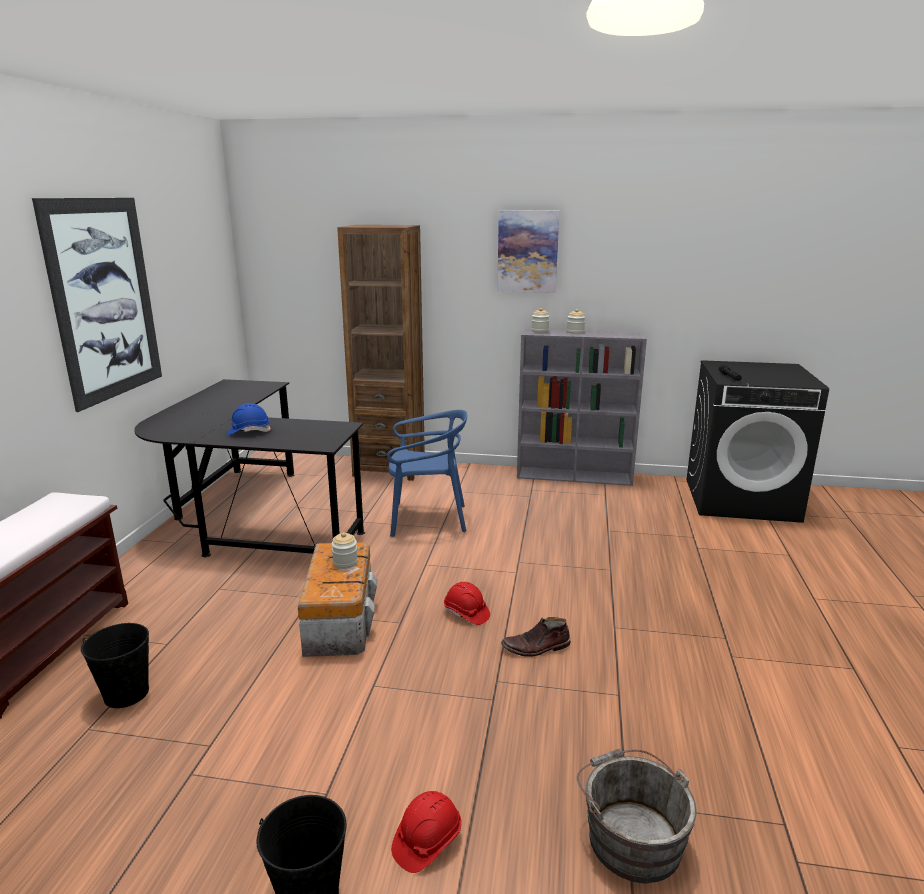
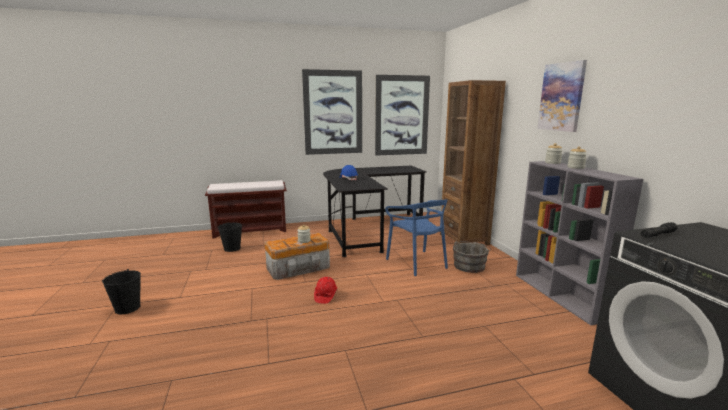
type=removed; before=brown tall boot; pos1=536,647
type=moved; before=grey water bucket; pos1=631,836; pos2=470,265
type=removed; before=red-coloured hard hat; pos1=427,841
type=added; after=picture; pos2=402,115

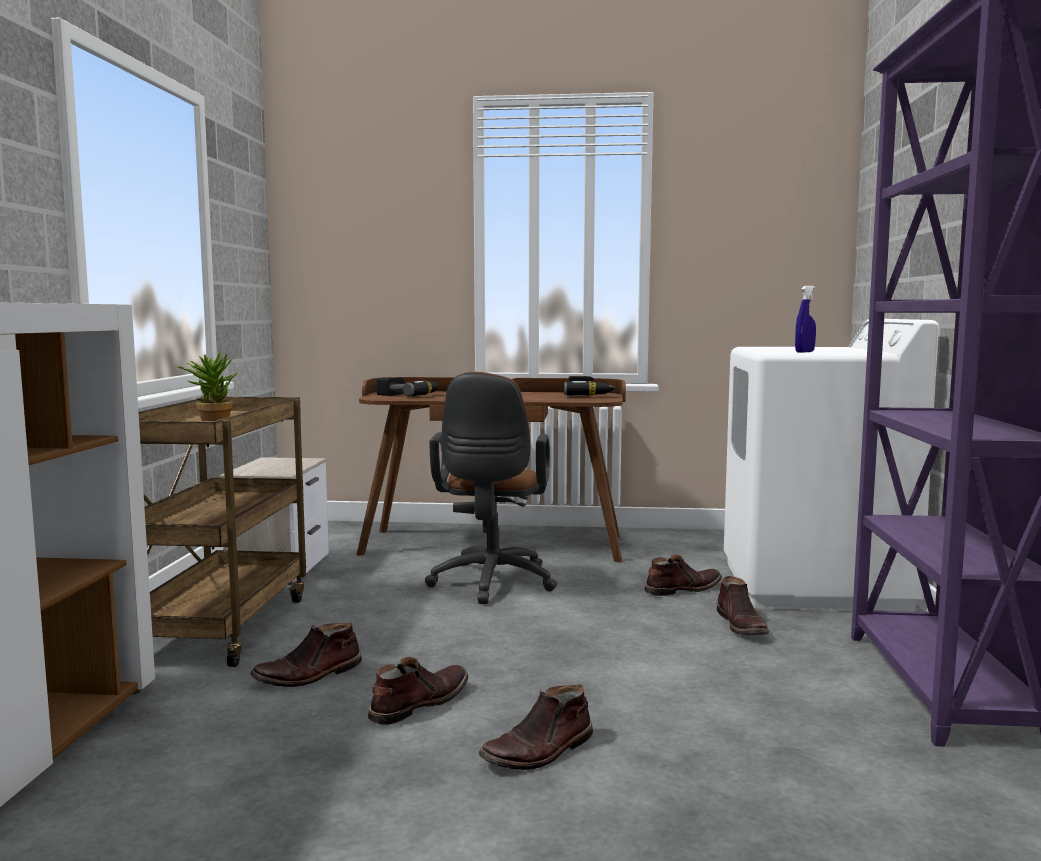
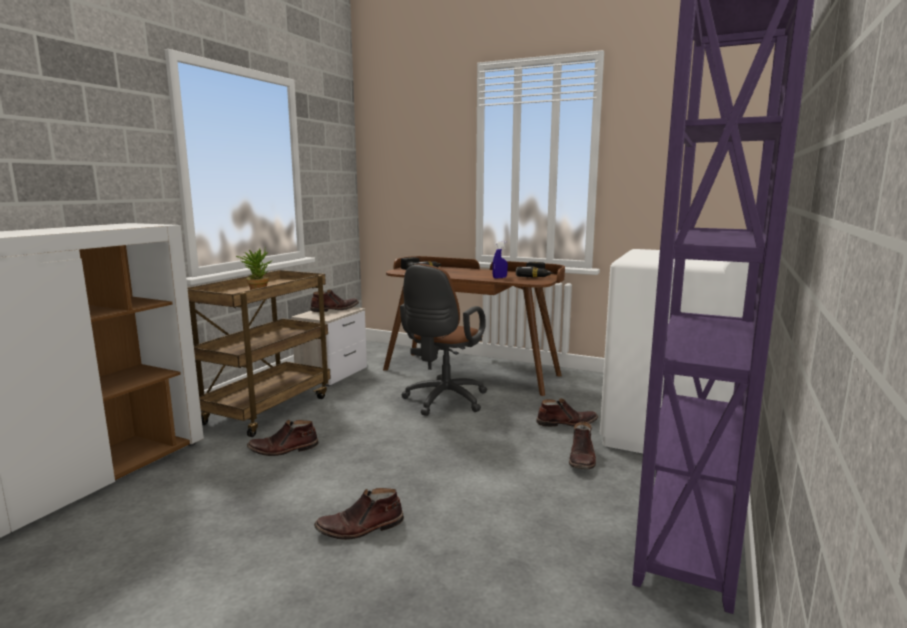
type=moved; before=blue-coloured spray bottle; pos1=804,352; pos2=499,278
type=moved; before=brown tall boot; pos1=418,703; pos2=334,309

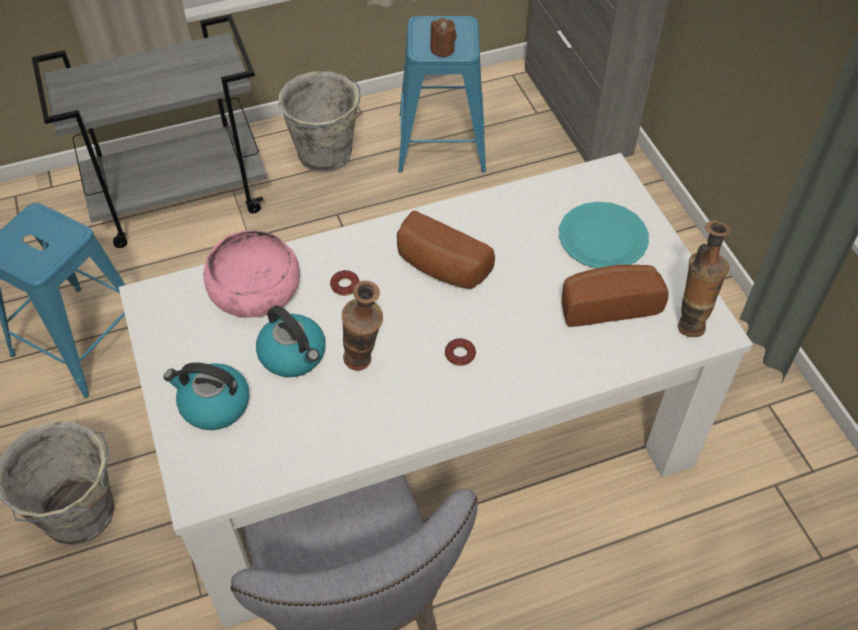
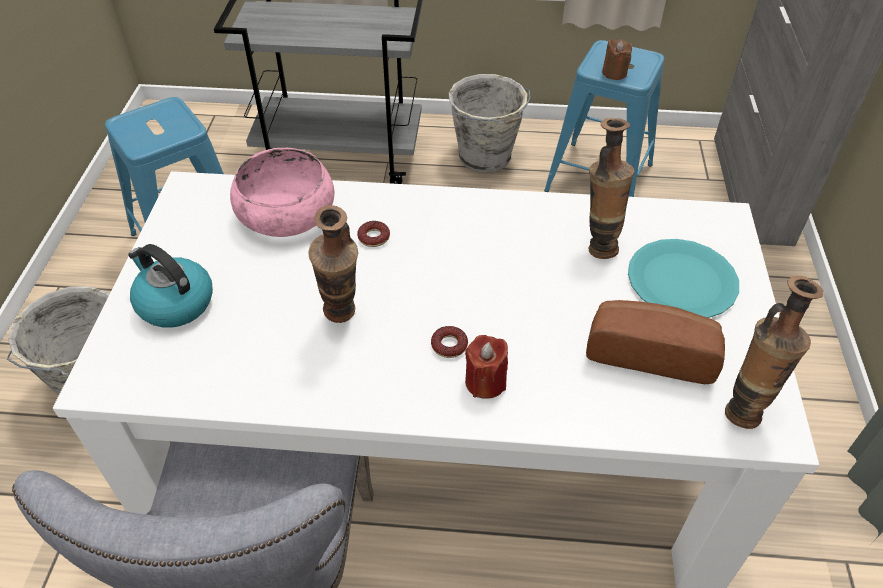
type=removed; before=baked bread; pos1=440,268
type=removed; before=water kettle; pos1=294,355
type=added; after=vase; pos2=598,244
type=added; after=red-coloured candle; pos2=485,382

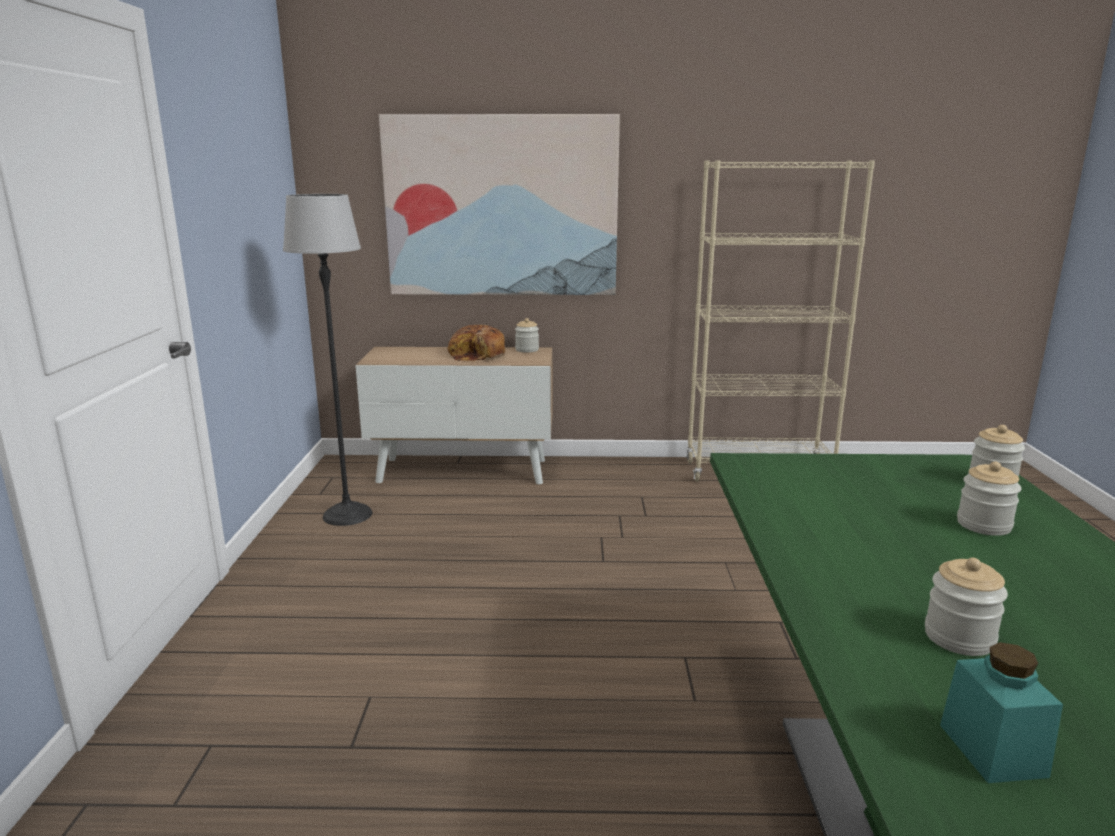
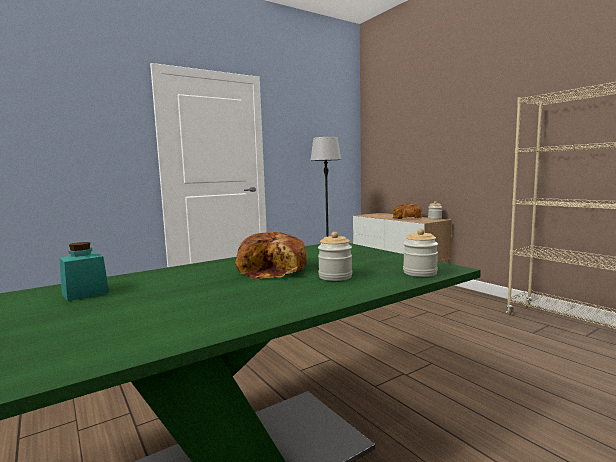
type=removed; before=picture; pos1=501,207
type=removed; before=jar; pos1=959,637
type=added; after=baked bread; pos2=274,270

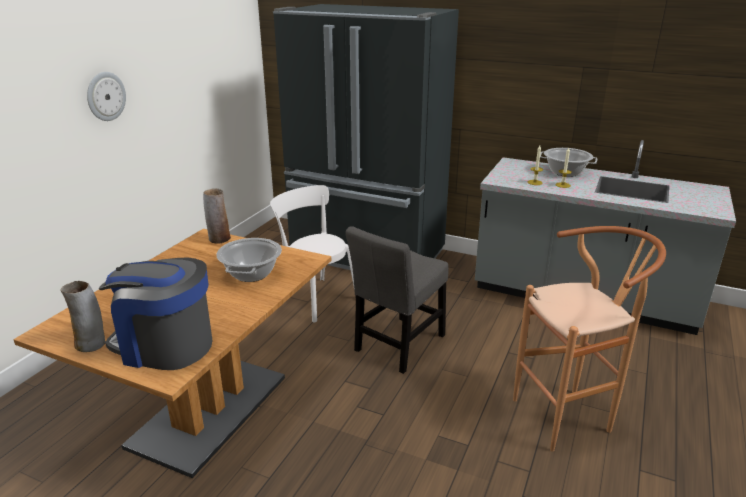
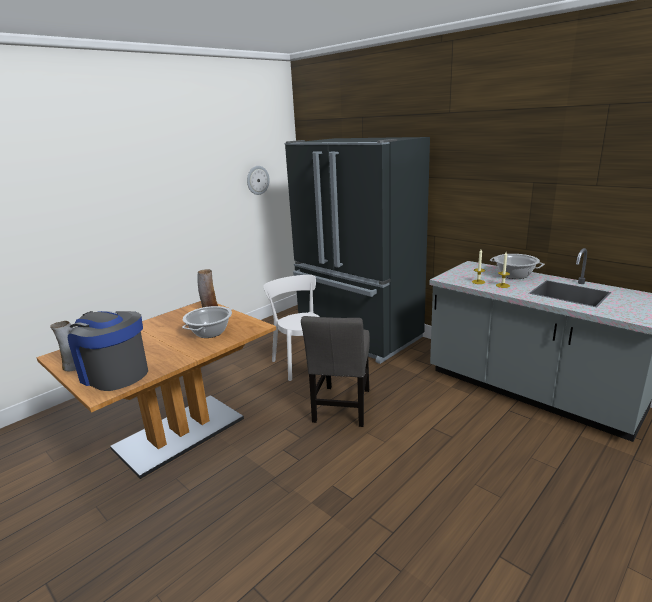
type=moved; before=hanging clock; pos1=105,96; pos2=257,180
type=turned; before=grey chair; pos1=398,345; pos2=342,408; turn=-45
type=removed; before=brown stool; pos1=570,415

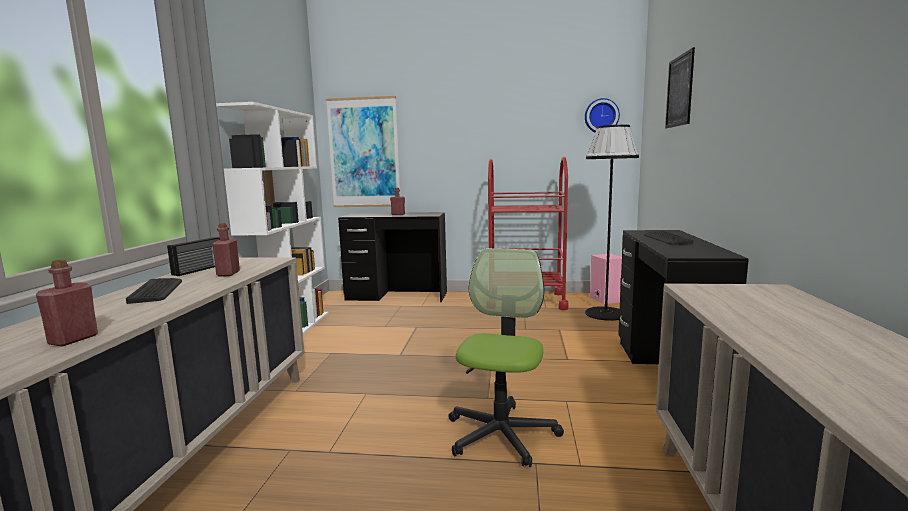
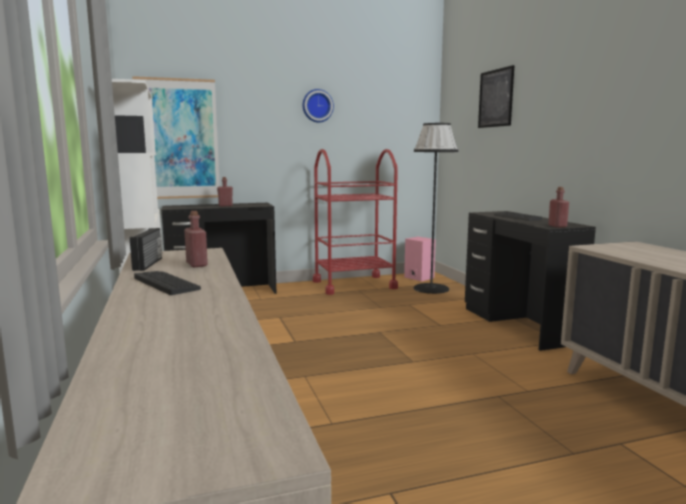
type=moved; before=hanging clock; pos1=601,116; pos2=317,106
type=removed; before=desk chair; pos1=501,434
type=moved; before=red-coloured beverage bottle; pos1=73,339; pos2=557,226

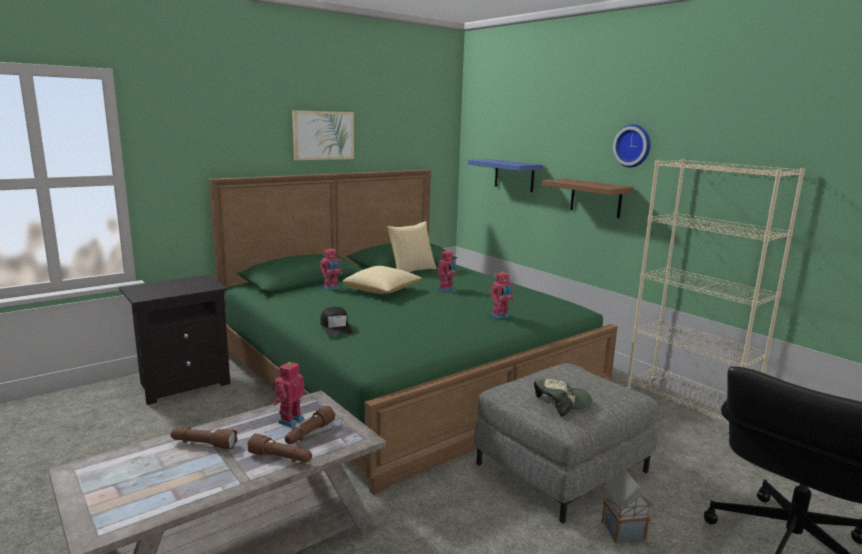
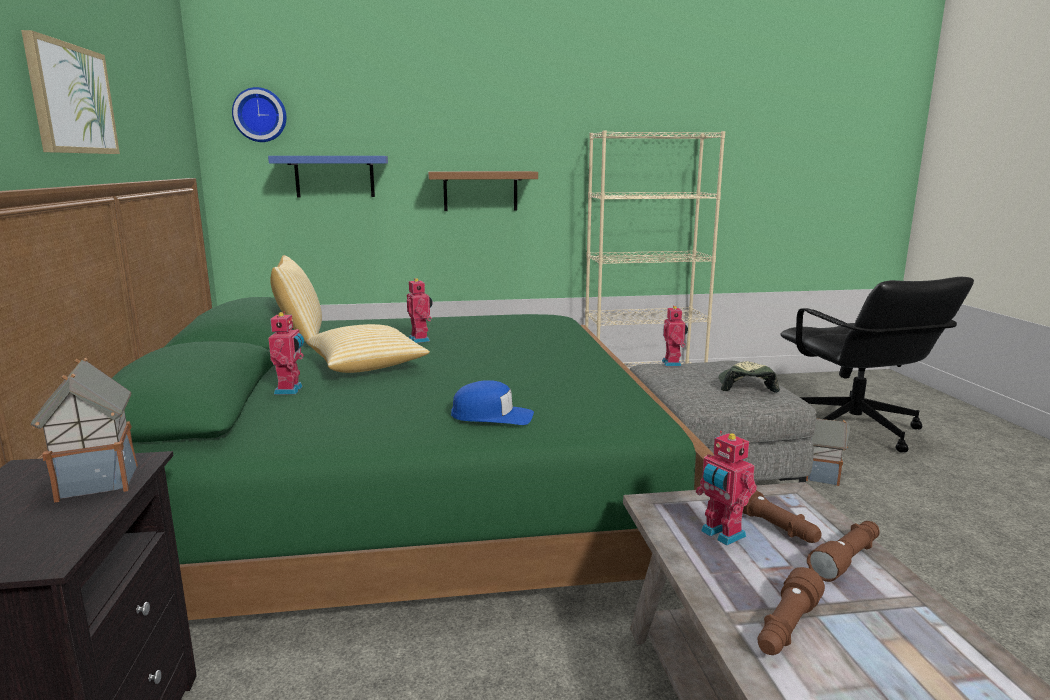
type=moved; before=hanging clock; pos1=633,146; pos2=260,115
type=moved; before=model robot; pos1=500,316; pos2=673,363
type=recoloured; before=black-coloured baseball cap; after=blue-coloured baseball cap; pos1=336,327; pos2=492,416
type=added; after=miniature house; pos2=97,482

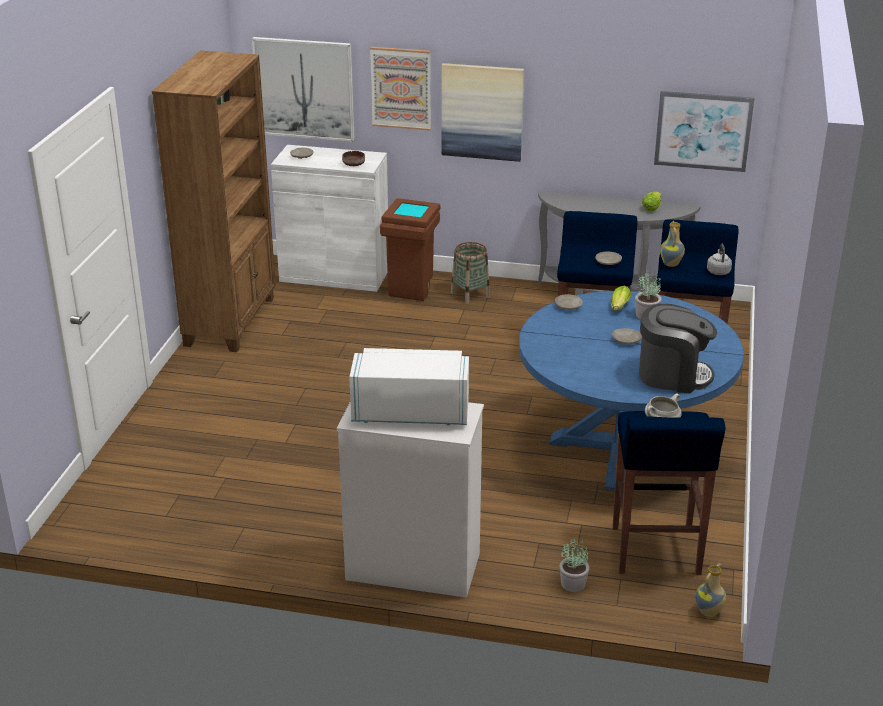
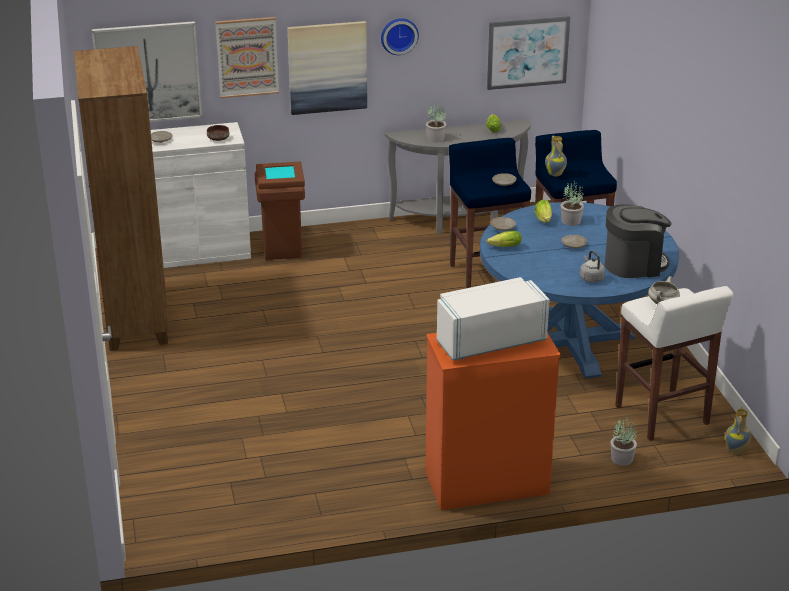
type=removed; before=storage basket; pos1=470,295
type=moved; before=grey water kettle; pos1=718,271; pos2=591,278
type=recoloured; before=white chest of drawers; after=orange chest of drawers; pos1=412,566; pos2=485,483
type=recoloured; before=blue-coloured stool; after=white stool; pos1=655,551; pos2=662,416
type=added; after=hanging clock; pos2=399,35
type=added; after=plant in a pot; pos2=435,138
type=added; after=lettuce; pos2=503,247

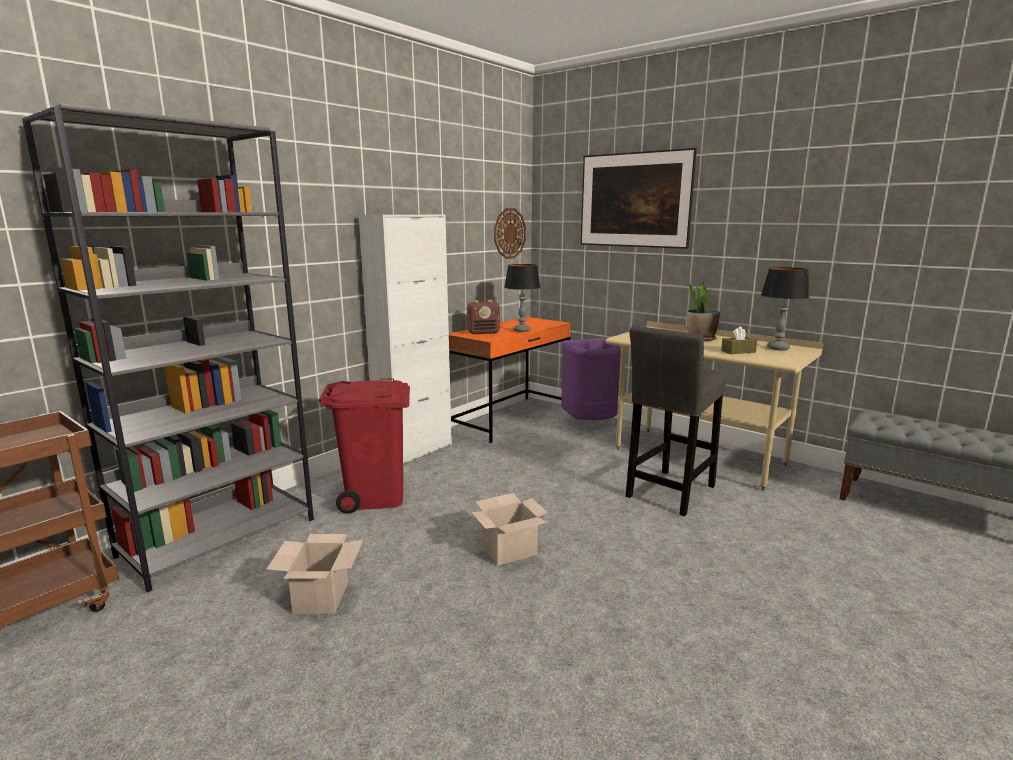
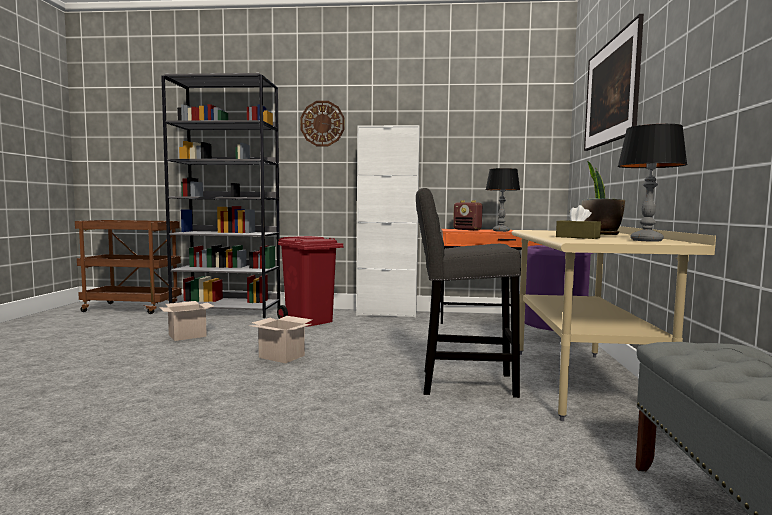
type=moved; before=hanging clock; pos1=509,233; pos2=322,123

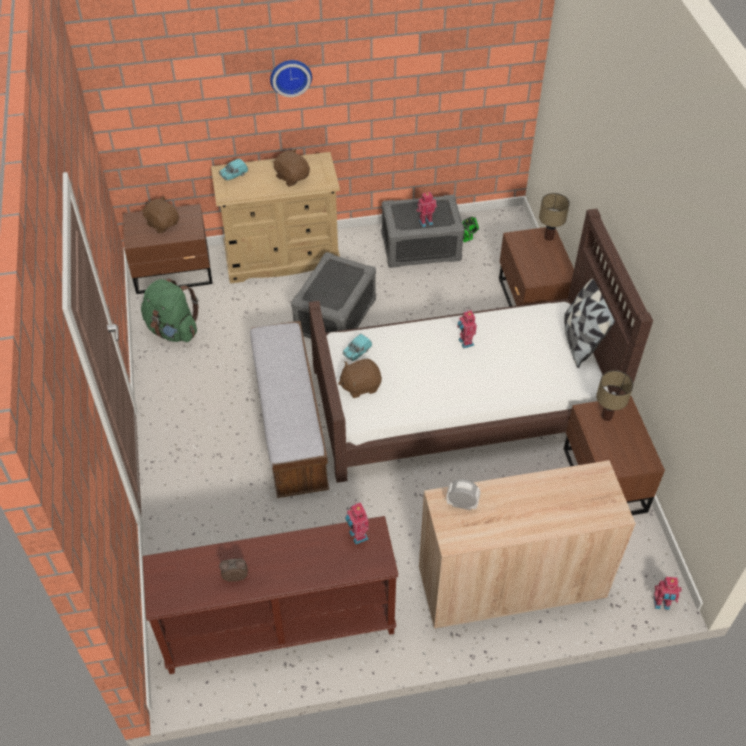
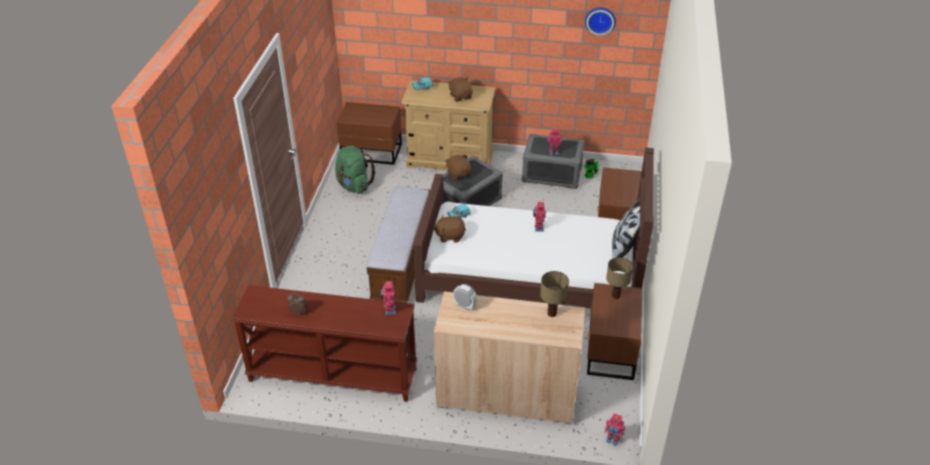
type=moved; before=hanging clock; pos1=290,76; pos2=600,20
type=moved; before=tabletop lamp; pos1=549,237; pos2=552,314
type=moved; before=brown soft toy; pos1=163,224; pos2=458,174

